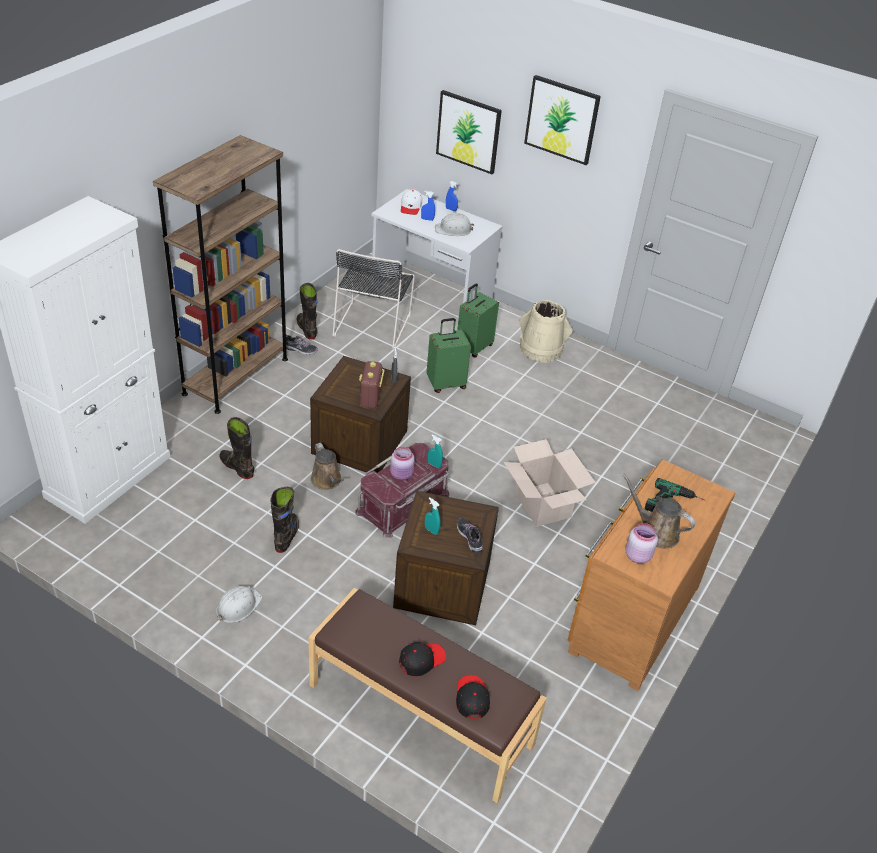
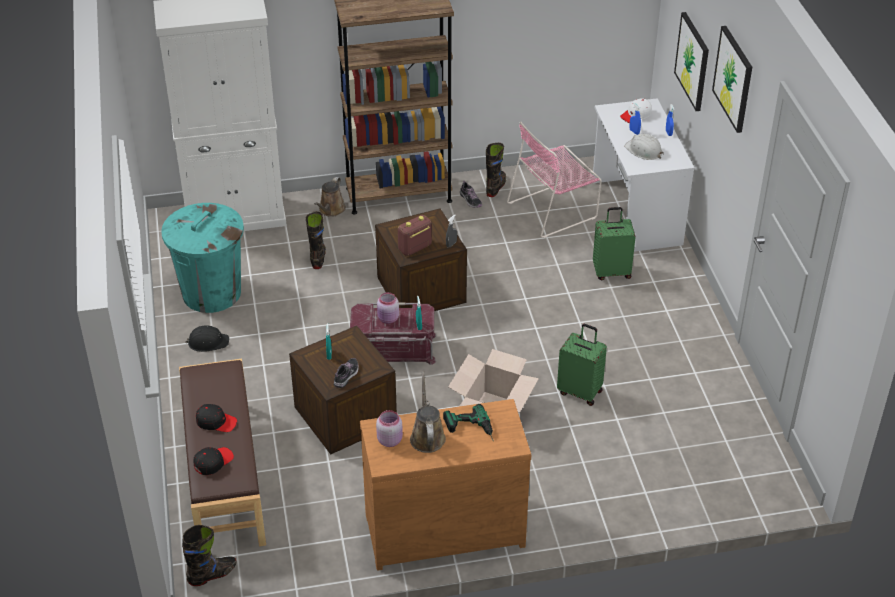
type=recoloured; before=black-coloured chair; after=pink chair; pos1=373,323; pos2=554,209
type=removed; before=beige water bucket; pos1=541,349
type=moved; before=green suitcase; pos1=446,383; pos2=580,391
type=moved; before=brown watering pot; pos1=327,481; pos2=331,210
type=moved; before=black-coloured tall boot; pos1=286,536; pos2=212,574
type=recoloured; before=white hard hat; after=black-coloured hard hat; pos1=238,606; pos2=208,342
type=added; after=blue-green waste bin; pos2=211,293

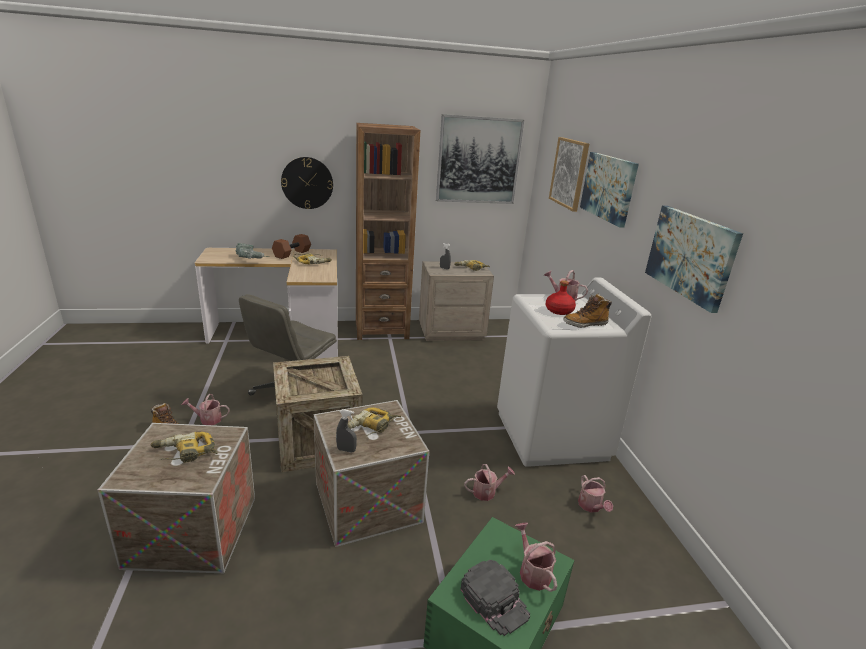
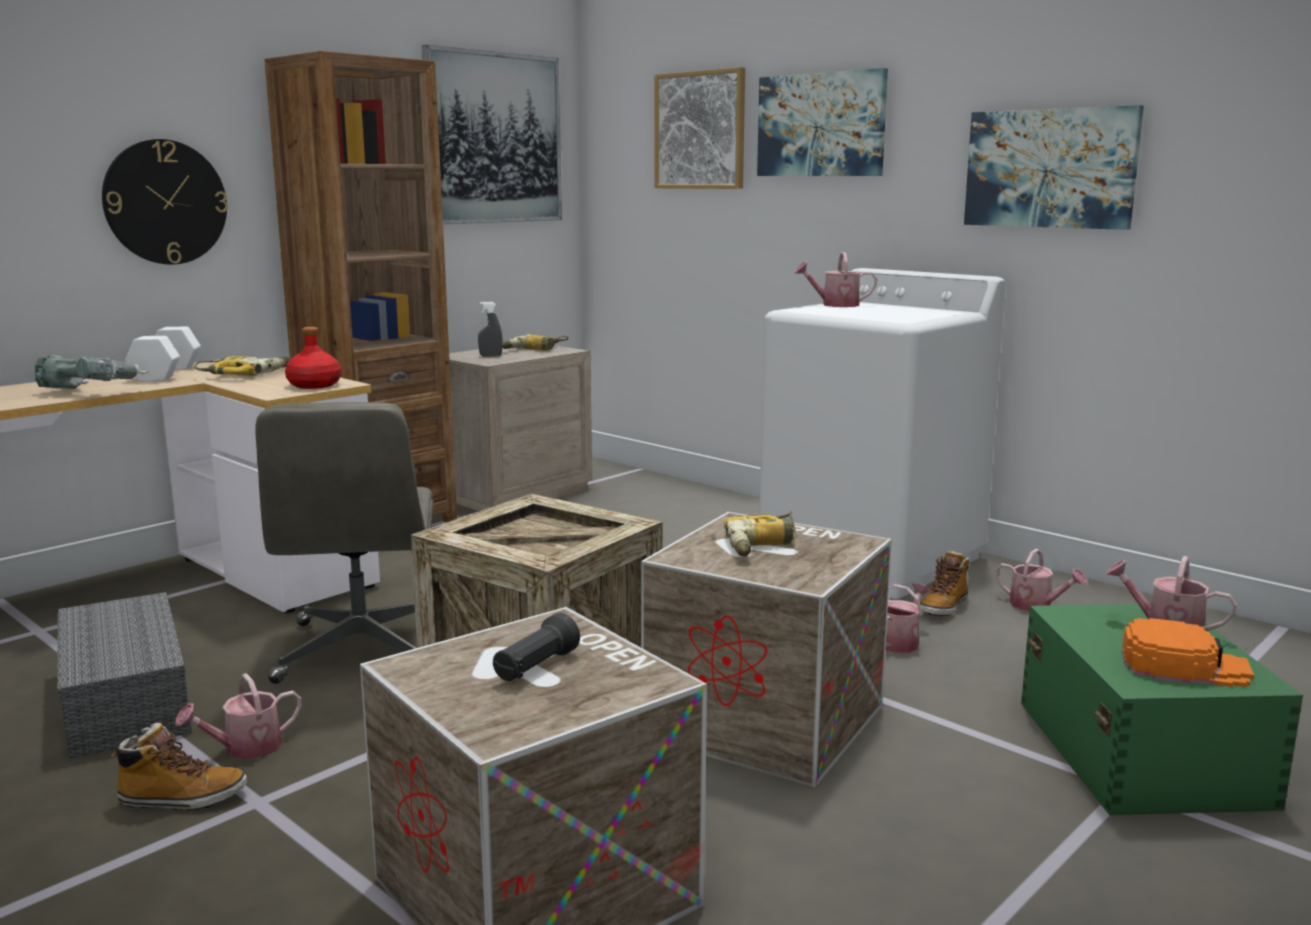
type=recoloured; before=brown hand weight; after=white hand weight; pos1=292,254; pos2=168,373
type=moved; before=red-coloured beverage bottle; pos1=558,311; pos2=314,385
type=moved; before=tall boot; pos1=585,324; pos2=943,607
type=removed; before=grey spray bottle; pos1=346,450
type=replaced; before=electric drill; after=black-coloured hand torch; pos1=184,453; pos2=535,668
type=recoloured; before=black-coloured baseball cap; after=orange baseball cap; pos1=495,600; pos2=1184,665
type=added; after=grey storage box; pos2=129,700

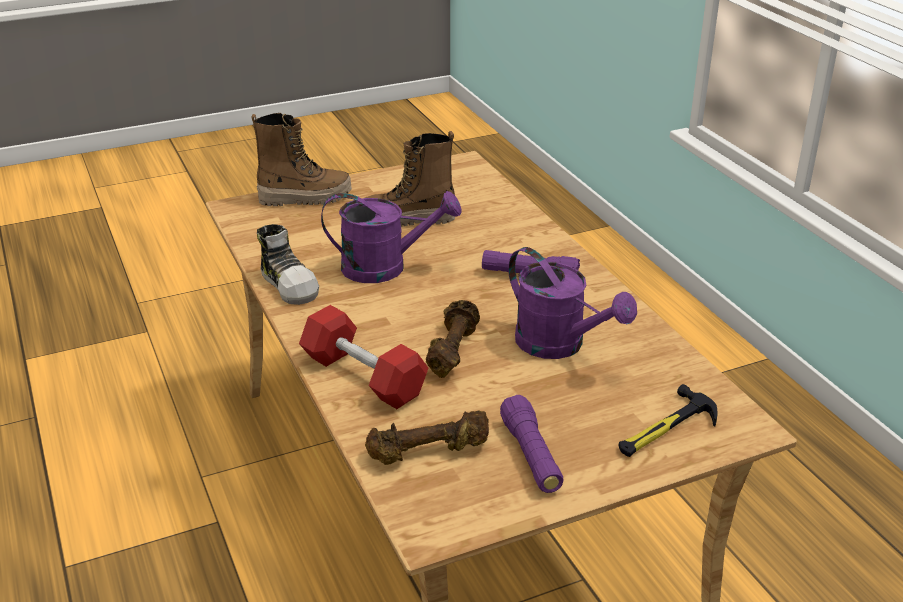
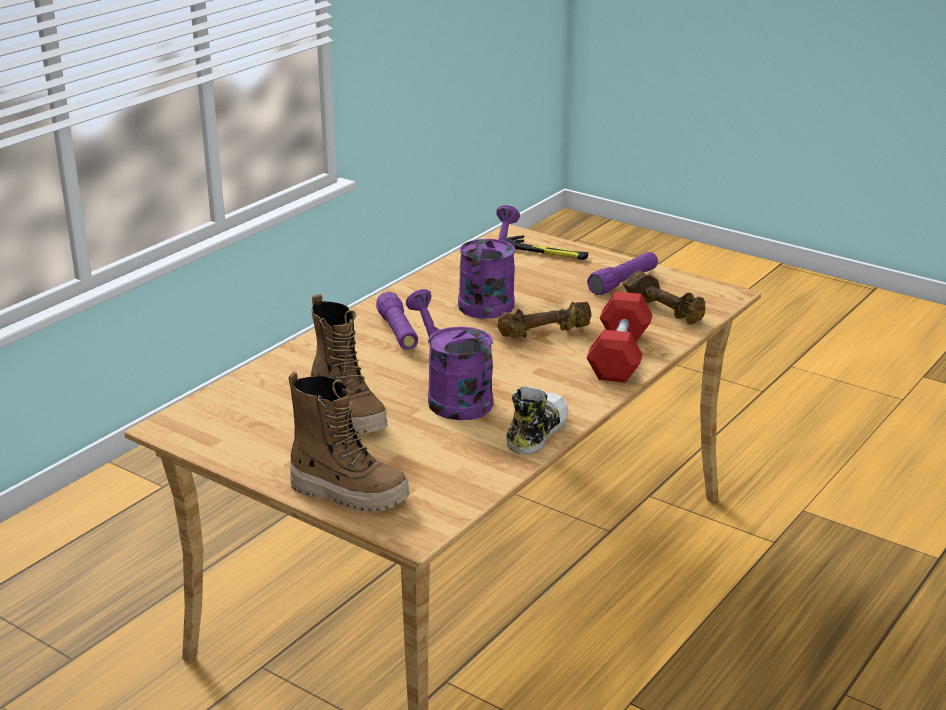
type=turned; before=tall boot; pos1=305,198; pos2=349,493; turn=150

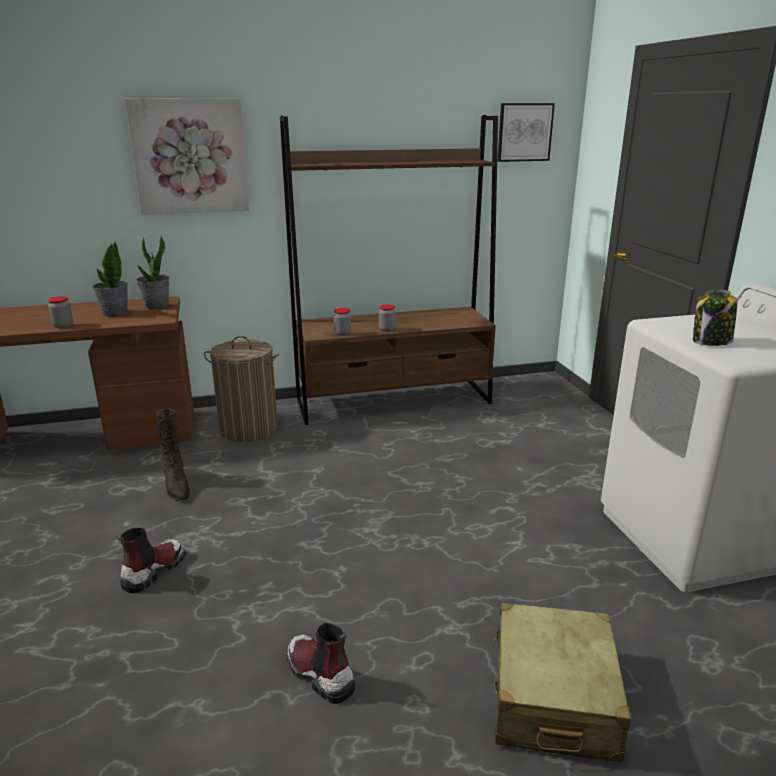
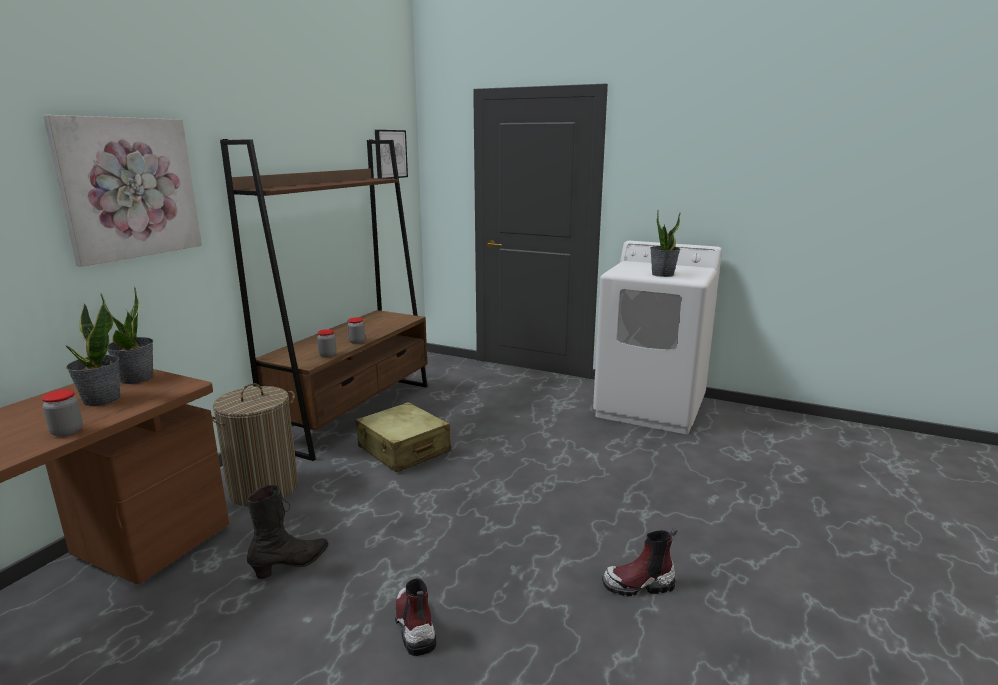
type=replaced; before=jar; after=plant in a pot; pos1=711,342; pos2=662,274
type=turned; before=black-coloured tall boot; pos1=176,486; pos2=292,564; turn=-60
type=moved; before=beige suitcase; pos1=553,697; pos2=404,450

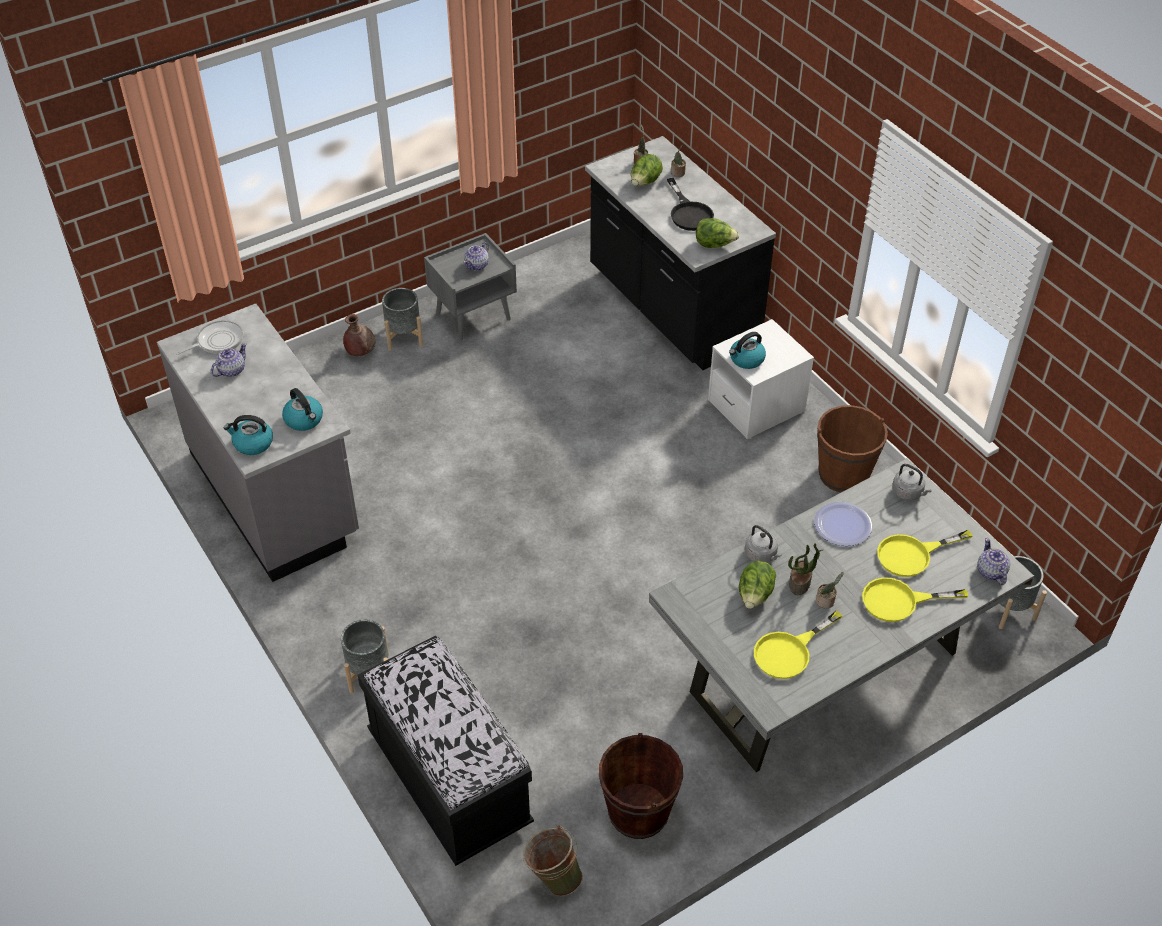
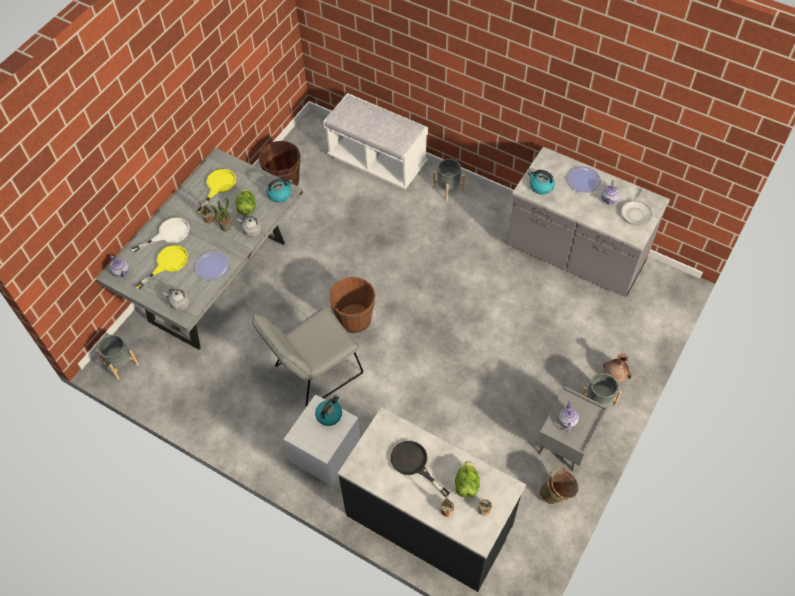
type=removed; before=lettuce; pos1=714,244
type=moved; before=brown water bucket; pos1=843,474; pos2=354,319
type=moved; before=water kettle; pos1=252,443; pos2=279,194
type=recoloured; before=yellowish frying pan; after=white frying pan; pos1=899,601; pos2=169,234
type=recoloured; before=black-coloured long seat; after=white long seat; pos1=449,780; pos2=377,161
type=moved; before=green water bucket; pos1=553,877; pos2=557,495
type=added; after=flat dish; pos2=583,180
type=added; after=grey chair; pos2=313,373

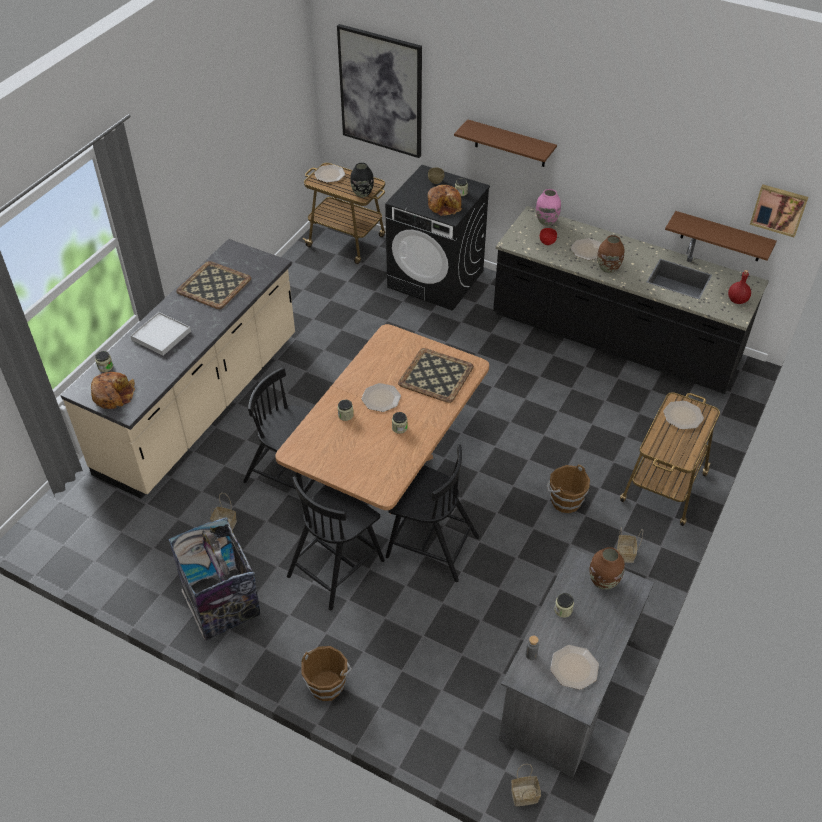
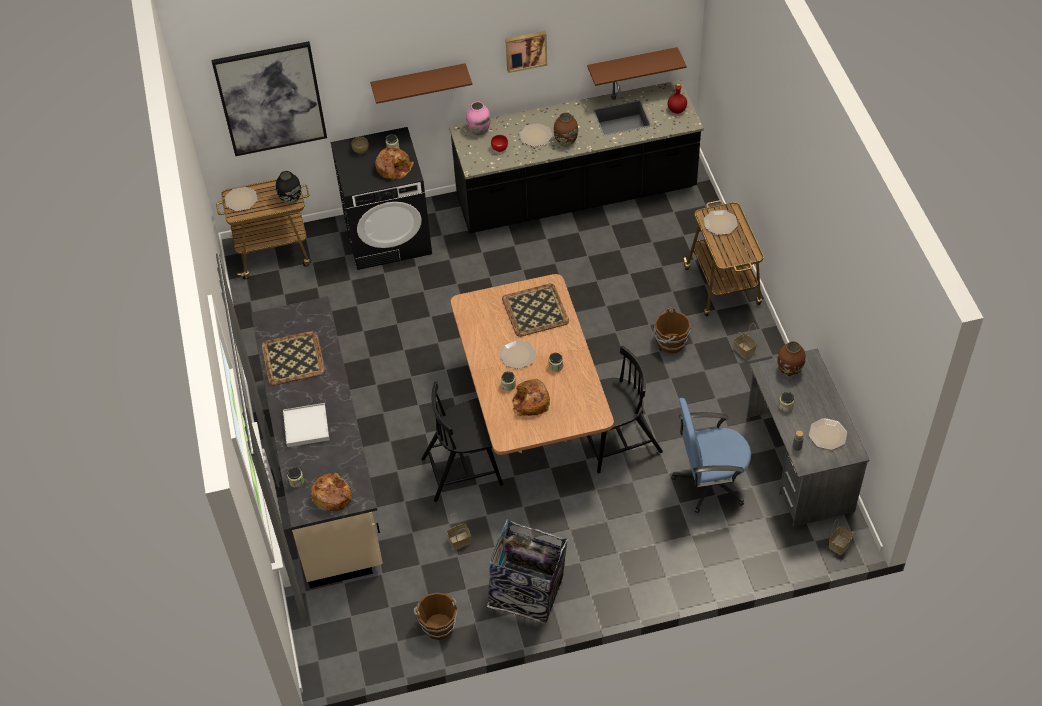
type=moved; before=picture; pos1=779,209; pos2=526,50
type=removed; before=black-coloured chair; pos1=337,566
type=moved; before=brown water bucket; pos1=327,684; pos2=438,625
type=added; after=baked bread; pos2=530,402
type=added; after=blue-coloured desk chair; pos2=709,482

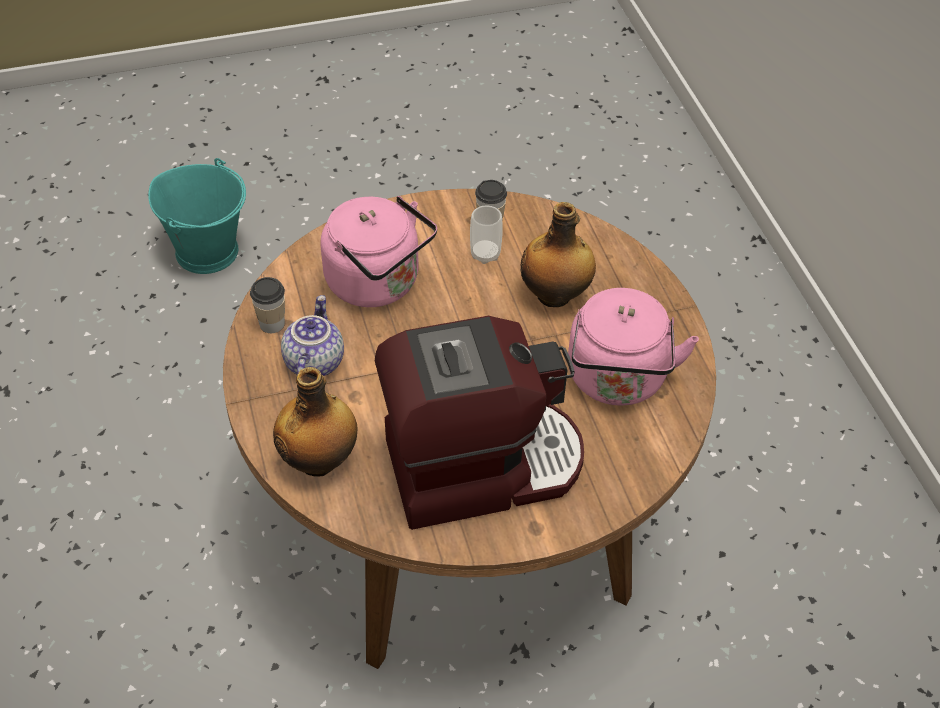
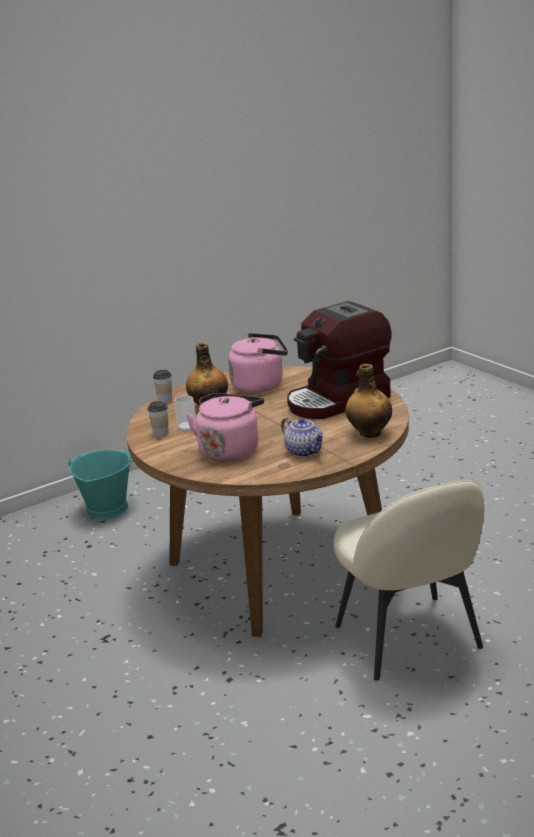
type=moved; before=blue-green water bucket; pos1=208,251; pos2=106,508
type=moved; before=drinking cup; pos1=272,323; pos2=165,399
type=turned; before=teapot; pos1=313,362; pos2=304,451; turn=-120
type=turned; before=coffee machine; pos1=480,465; pos2=338,400; turn=-90
type=added; after=beige chair; pos2=409,639

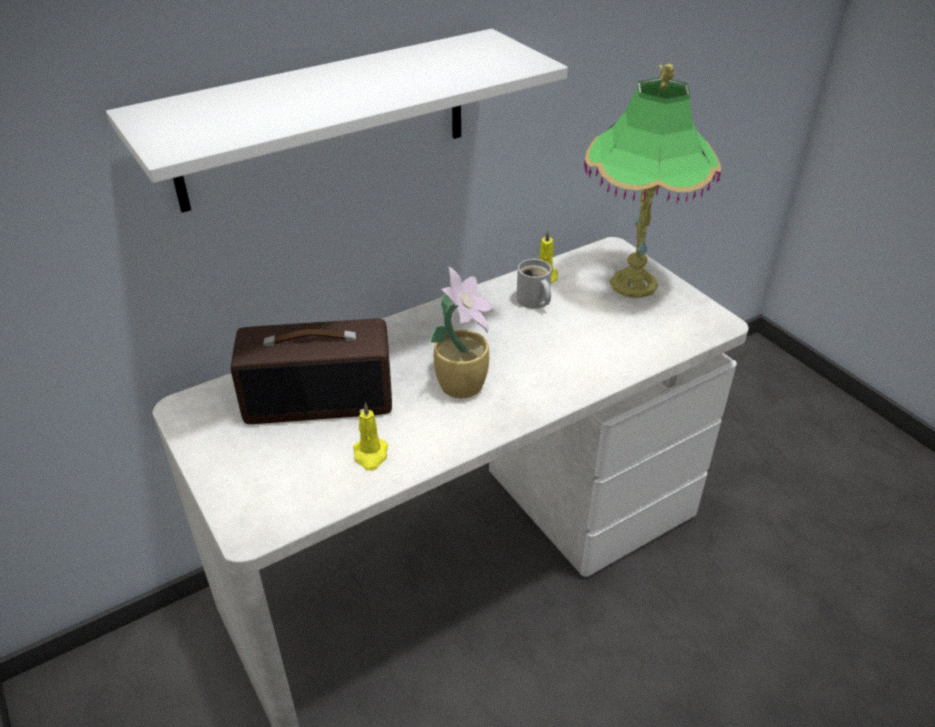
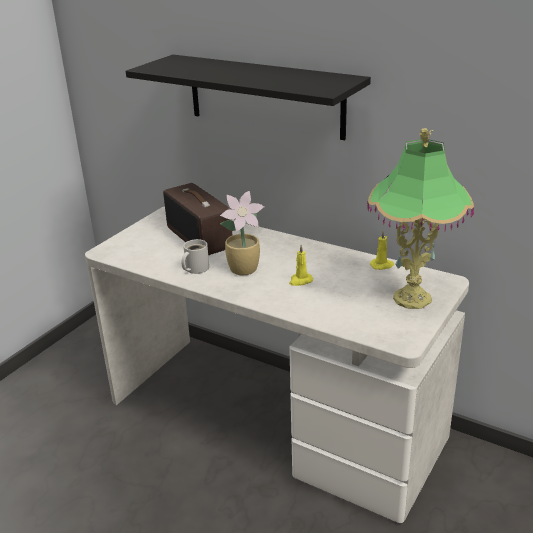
type=recoloured; before=white wall shelf; after=black-coloured wall shelf; pos1=324,119; pos2=265,96
type=moved; before=white mug; pos1=533,301; pos2=195,268
type=moved; before=yellowish candle; pos1=370,455; pos2=300,281

